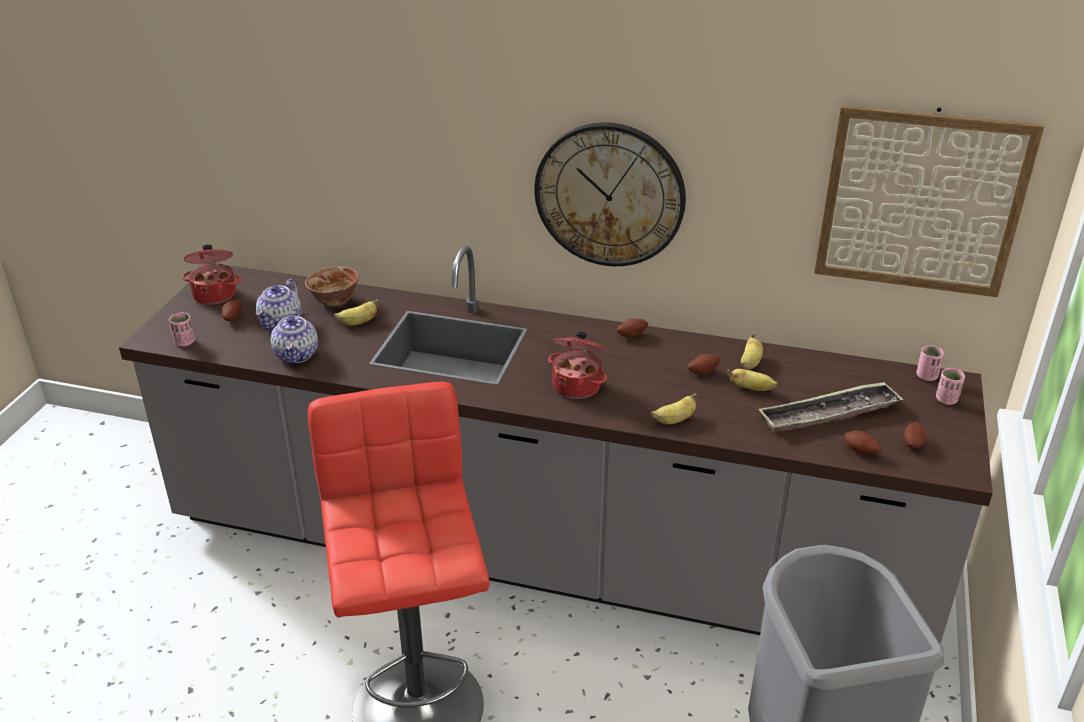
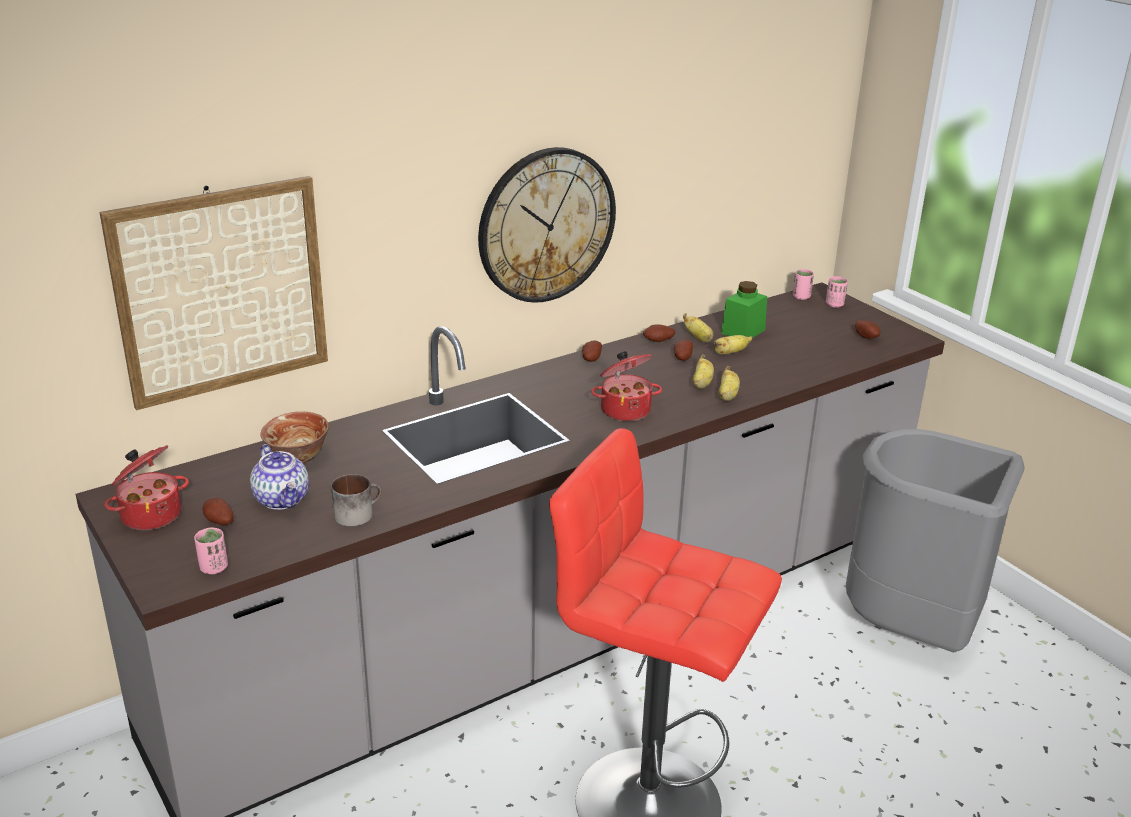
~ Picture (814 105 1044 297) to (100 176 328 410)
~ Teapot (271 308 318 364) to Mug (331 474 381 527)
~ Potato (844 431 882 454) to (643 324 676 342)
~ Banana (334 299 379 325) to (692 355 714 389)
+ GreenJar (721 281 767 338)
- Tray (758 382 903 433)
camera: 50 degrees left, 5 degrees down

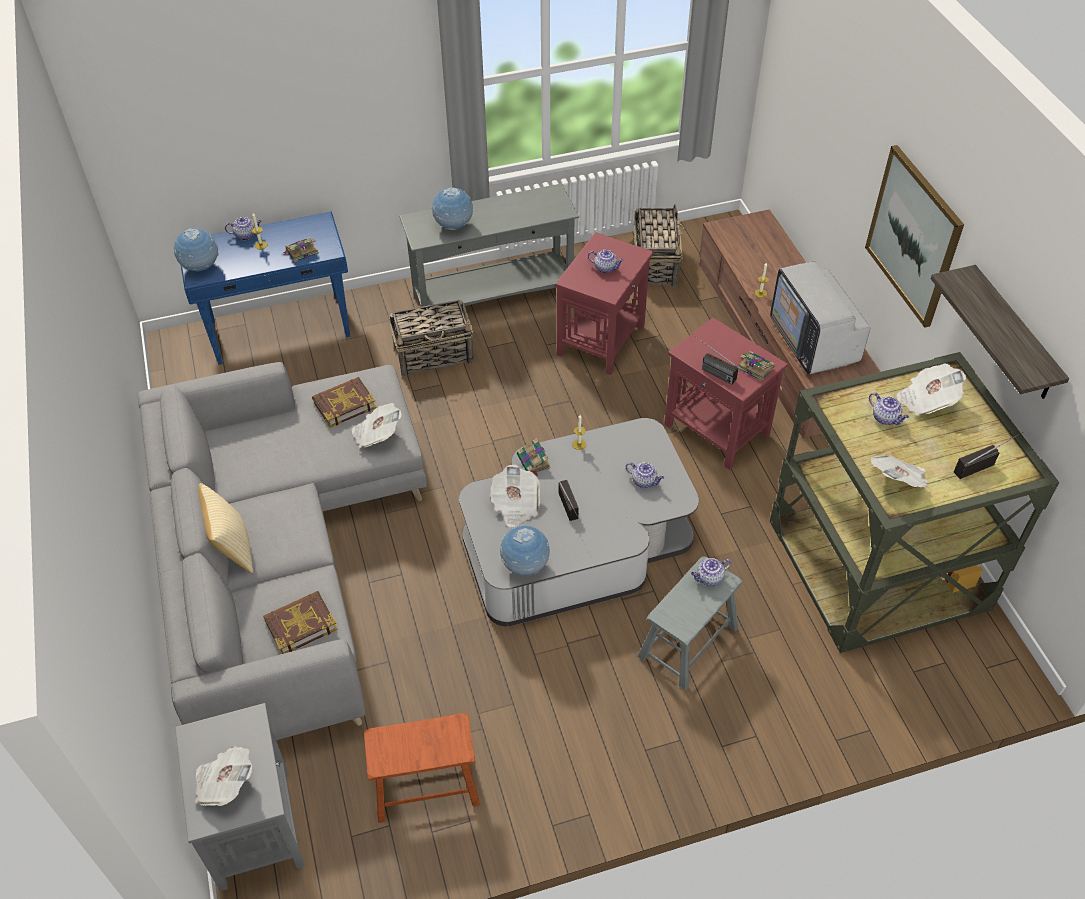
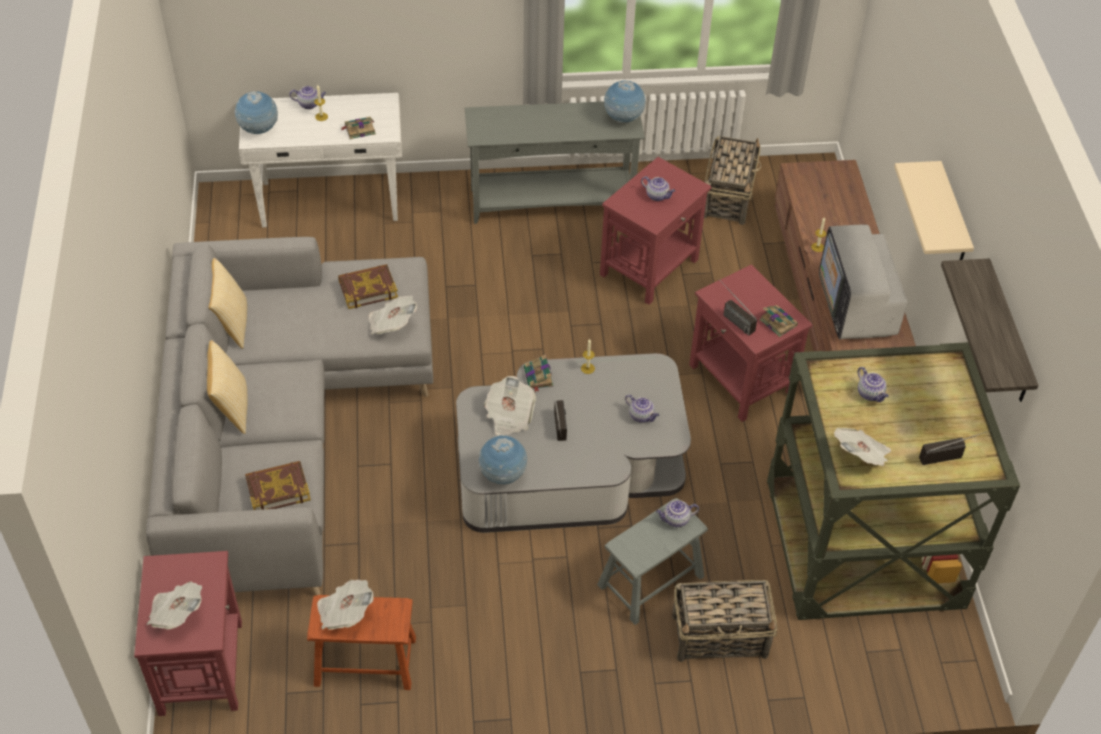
~ GreySideTable (175 703 304 891) to RedSideTable (134 551 242 716)
+ Pillow (209 258 247 349)
~ BlueConsoleTable (181 211 350 365) to WhiteConsoleTable (239 93 402 227)
~ Newspaper (896 364 966 416) to (317 580 374 630)
~ Globe (432 187 473 230) to (604 80 646 123)
~ Basket (389 300 475 377) to (672 580 777 662)
~ Picture (865 145 964 328) to BeigeShelf (894 161 974 260)
camera: 10 degrees right, 0 degrees up

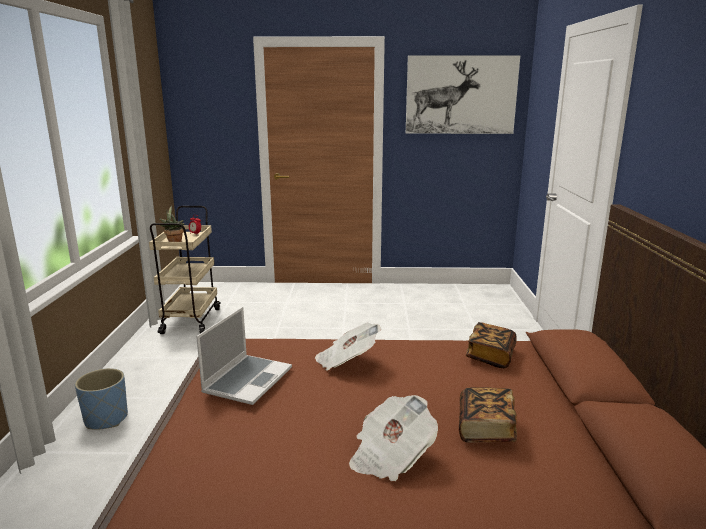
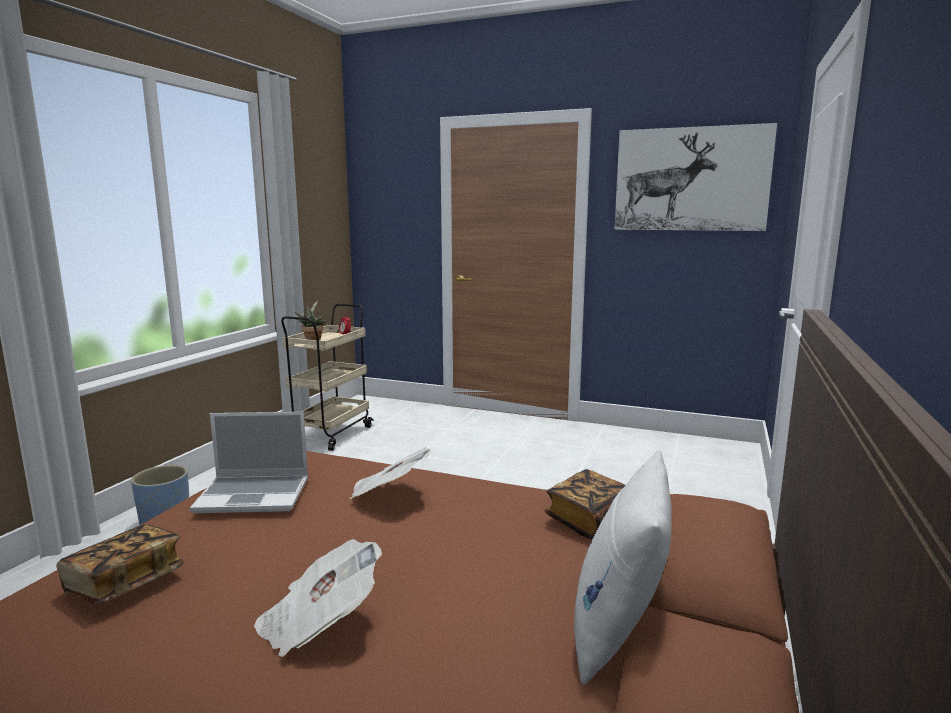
~ Book (459 387 517 443) to (56 524 184 605)
~ Laptop (196 307 292 405) = (190 412 308 513) 45 degrees clockwise
+ GreyPillow (574 450 672 685)
camera: 20 degrees right, 5 degrees down

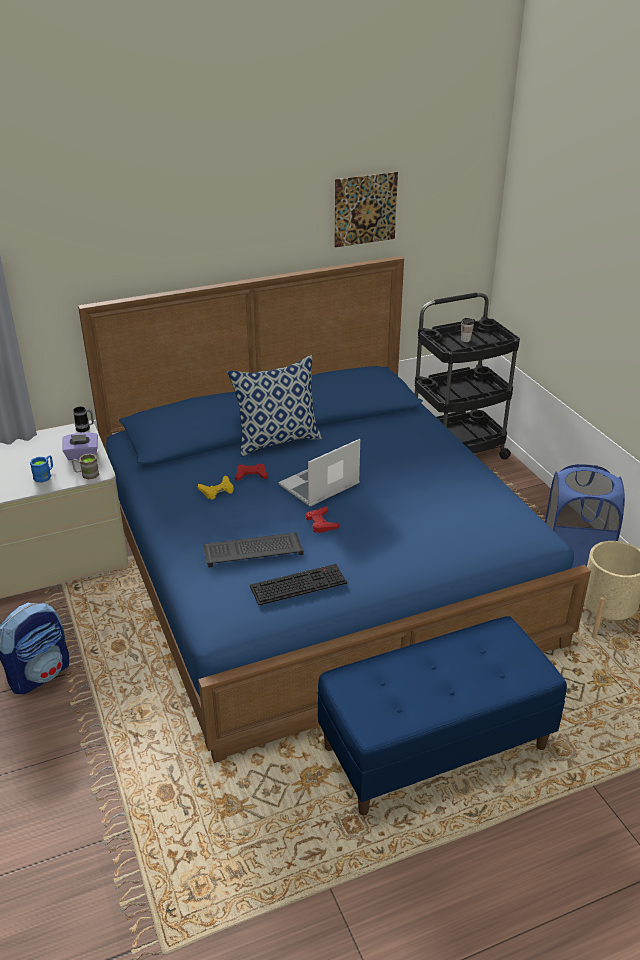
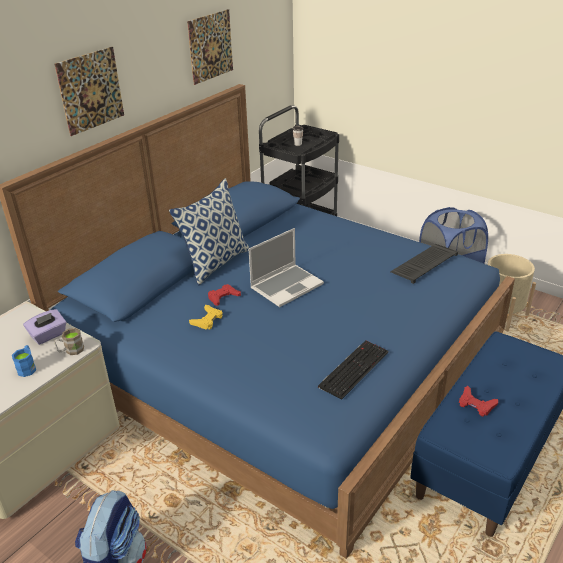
+ Picture (55 47 124 136)
~ Laptop (279 439 360 507) = (248 228 324 307) 150 degrees counterclockwise
~ Keyboard (203 532 304 567) to (390 244 458 284)
~ RedGameController (306 506 339 533) to (459 386 498 417)
- Mug (73 406 94 432)
camera: 30 degrees left, 0 degrees up

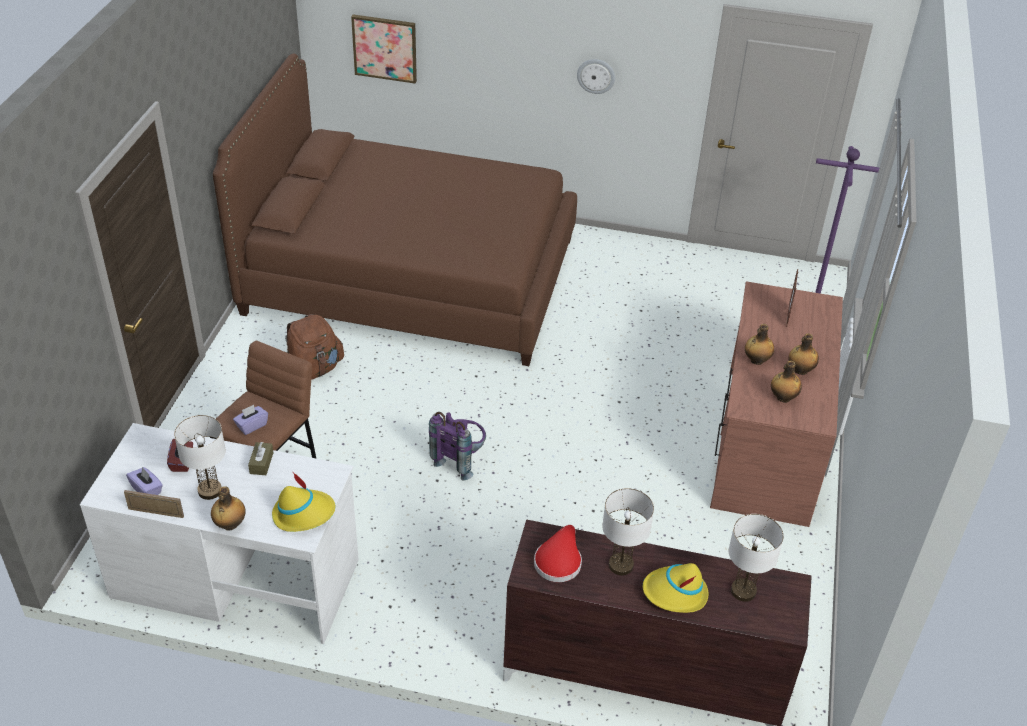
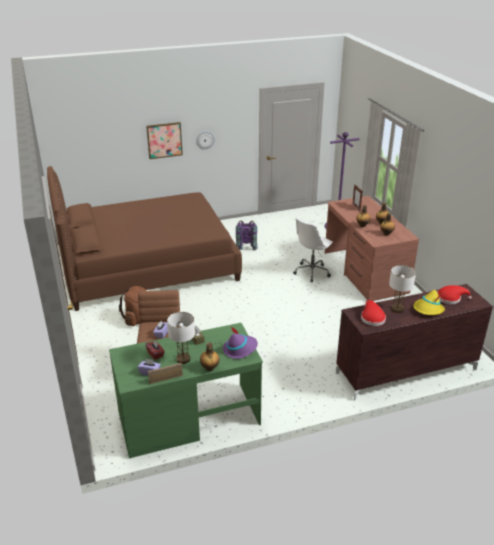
~ WhiteDesk (80 423 359 644) to GreenDesk (109 323 263 458)
~ Picture (351 14 417 83) to (146 122 183 159)
~ YellowHat (272 471 336 532) to PurpleHat (223 327 258 359)
~ PurpleBackpack (429 412 486 481) to (236 221 258 251)
+ WhiteOfficeChair (293 218 333 282)
~ TableLamp (729 514 784 602) to RedHat (437 285 472 304)
camera: 30 degrees left, 10 degrees down

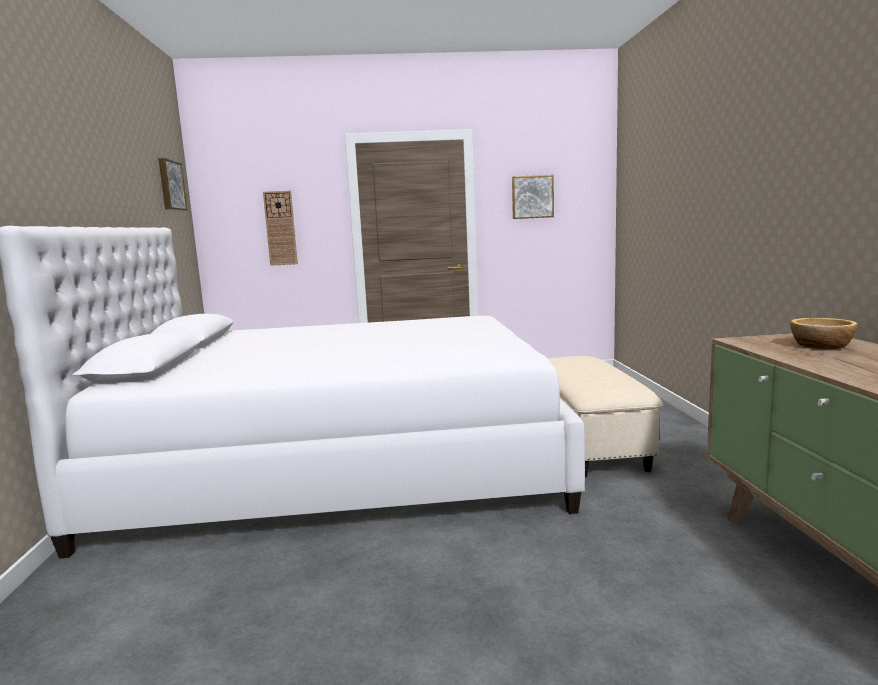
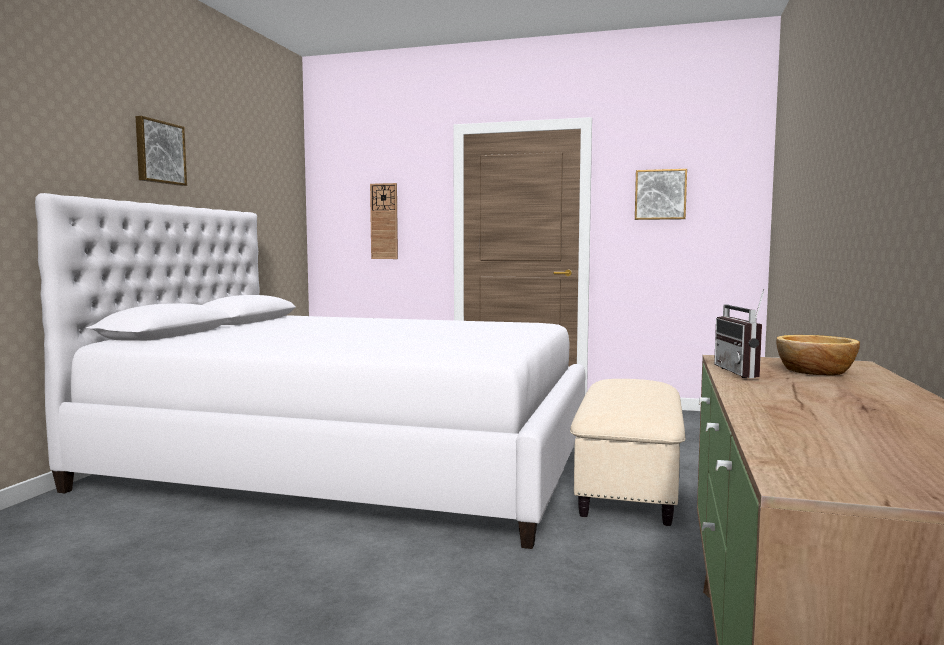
~ Picture (158 158 188 211) to (136 116 187 186)
+ Radio (714 289 764 378)
camera: 20 degrees right, 5 degrees down

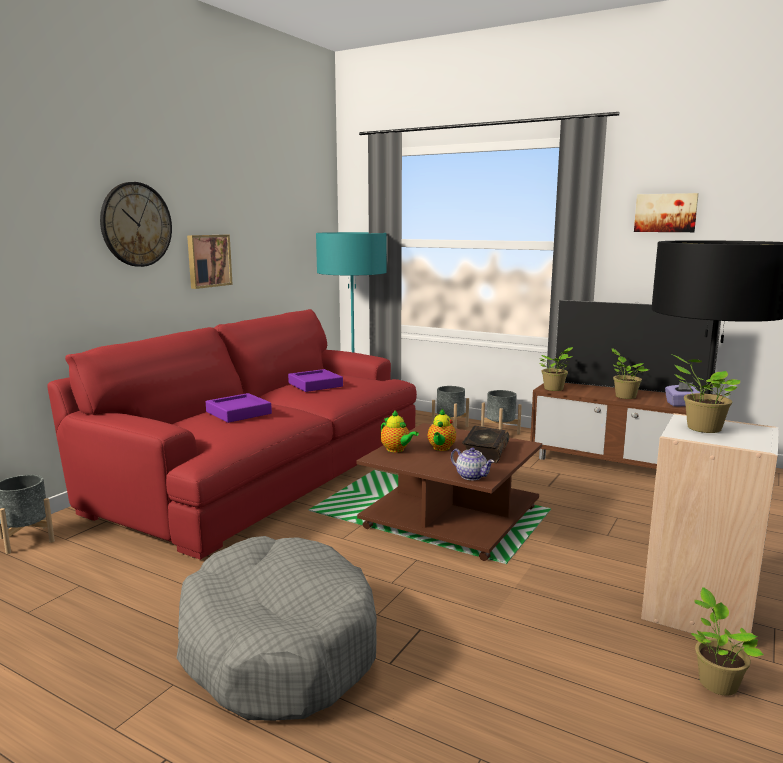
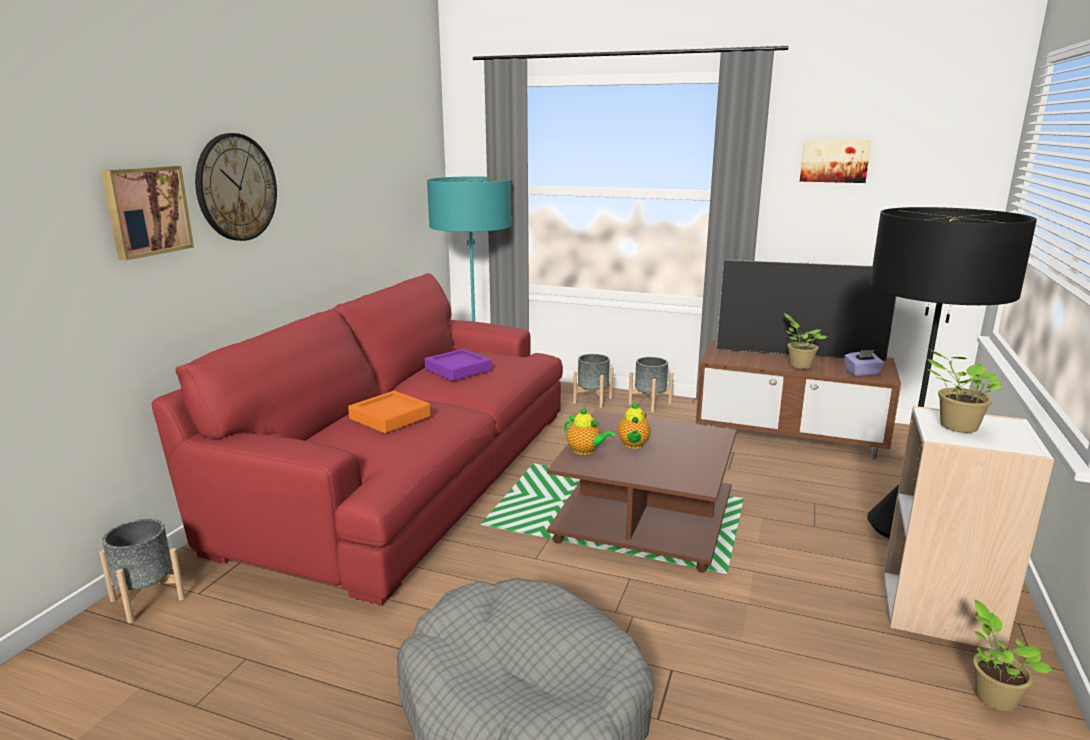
~ Picture (187 235 233 289) to (101 166 194 260)
~ PurpleTray (206 393 272 423) to OrangeTray (348 391 431 433)
- Teapot (451 448 494 480)
- Book (462 426 509 463)
- PottedPlant (539 347 573 391)
camera: 10 degrees left, 5 degrees up

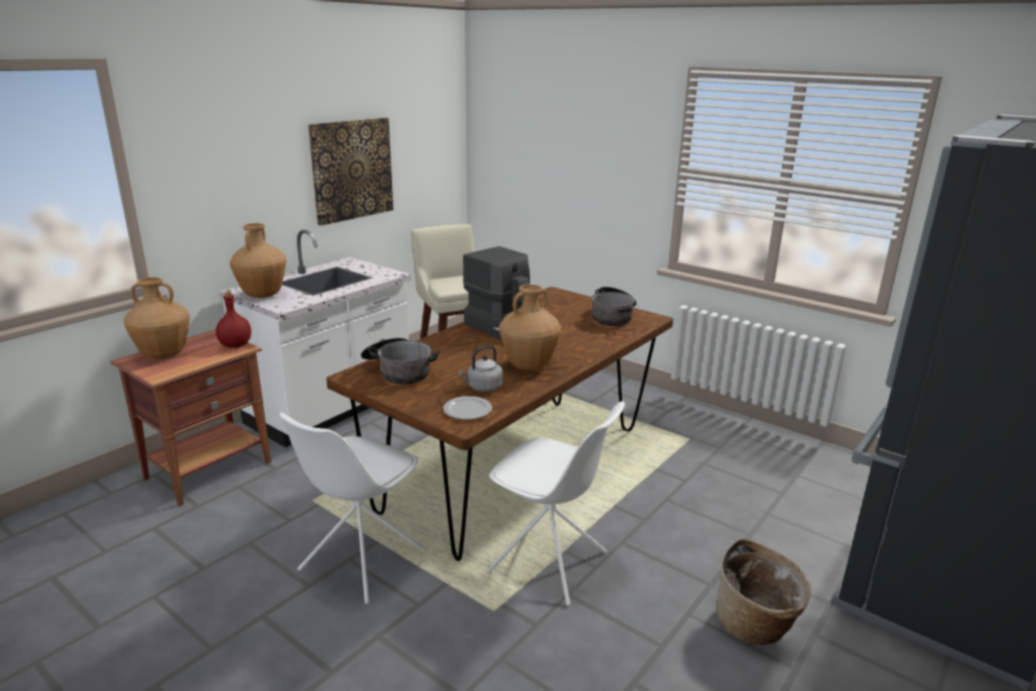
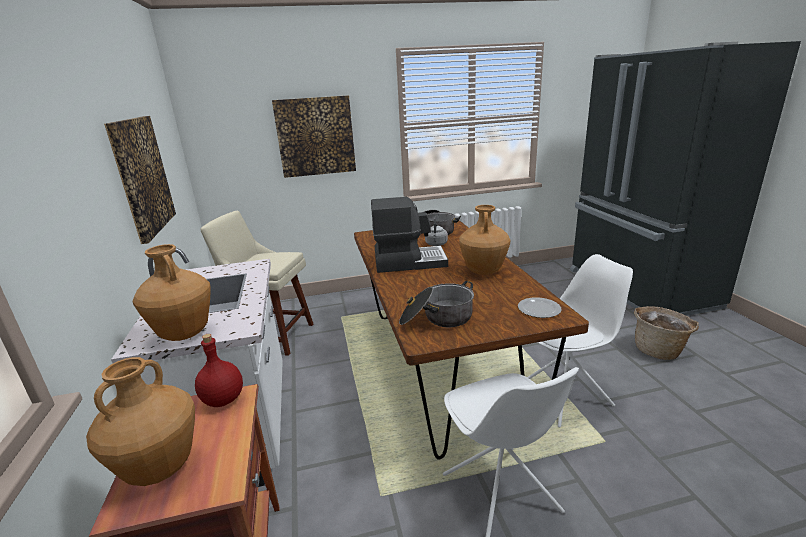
+ Picture (272 95 356 178)
~ GreyKettle (459 345 503 392) to (425 216 448 246)
camera: 50 degrees left, 0 degrees up

